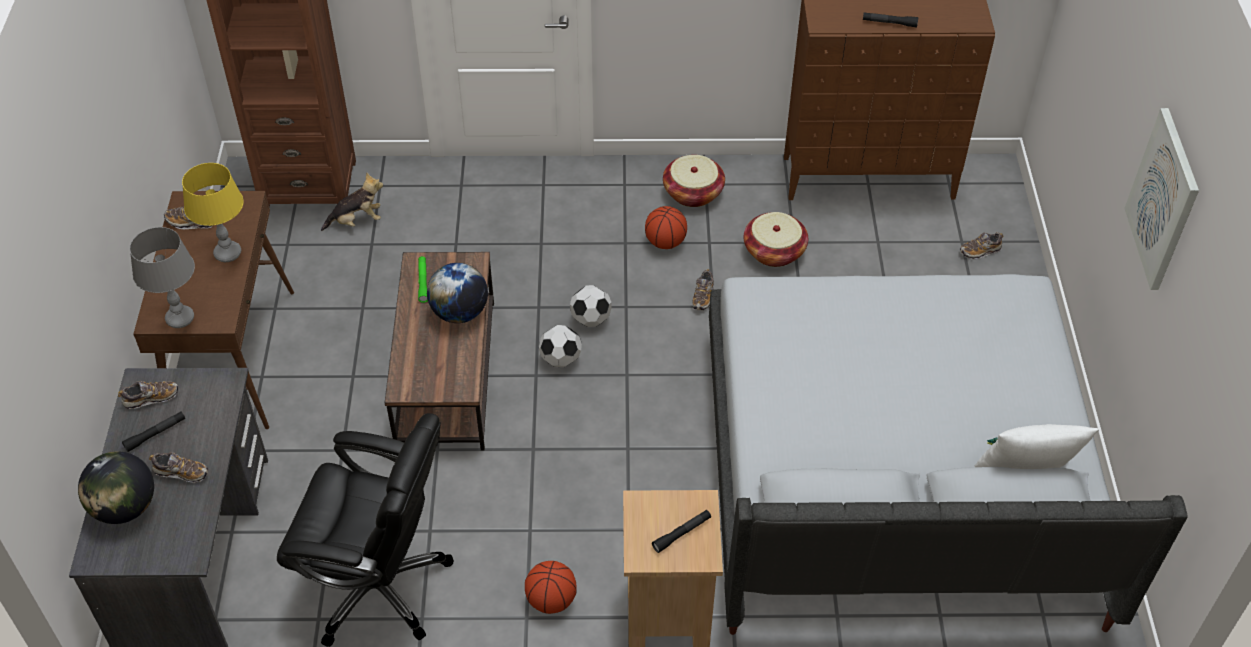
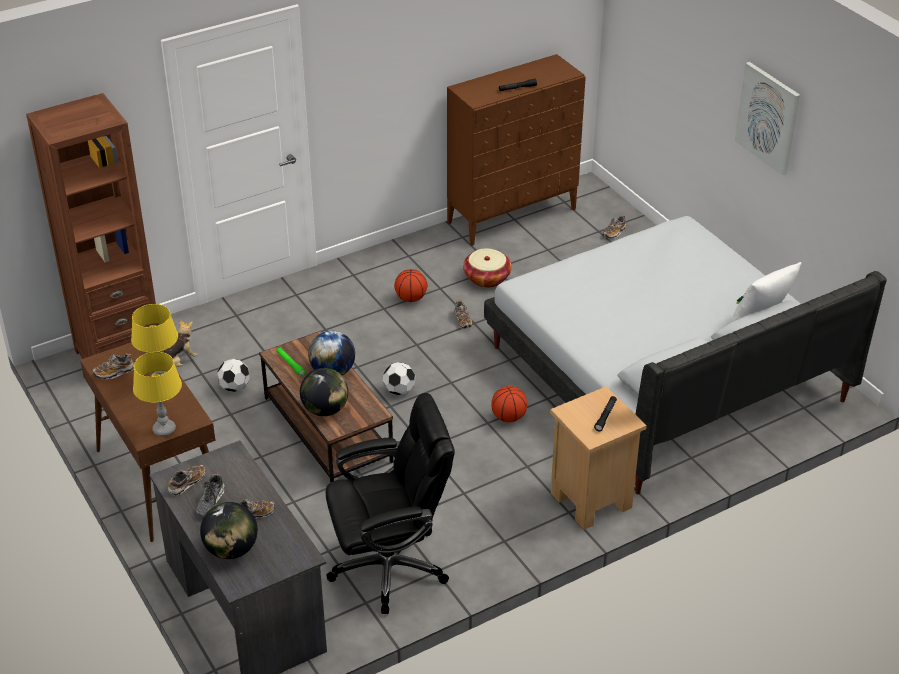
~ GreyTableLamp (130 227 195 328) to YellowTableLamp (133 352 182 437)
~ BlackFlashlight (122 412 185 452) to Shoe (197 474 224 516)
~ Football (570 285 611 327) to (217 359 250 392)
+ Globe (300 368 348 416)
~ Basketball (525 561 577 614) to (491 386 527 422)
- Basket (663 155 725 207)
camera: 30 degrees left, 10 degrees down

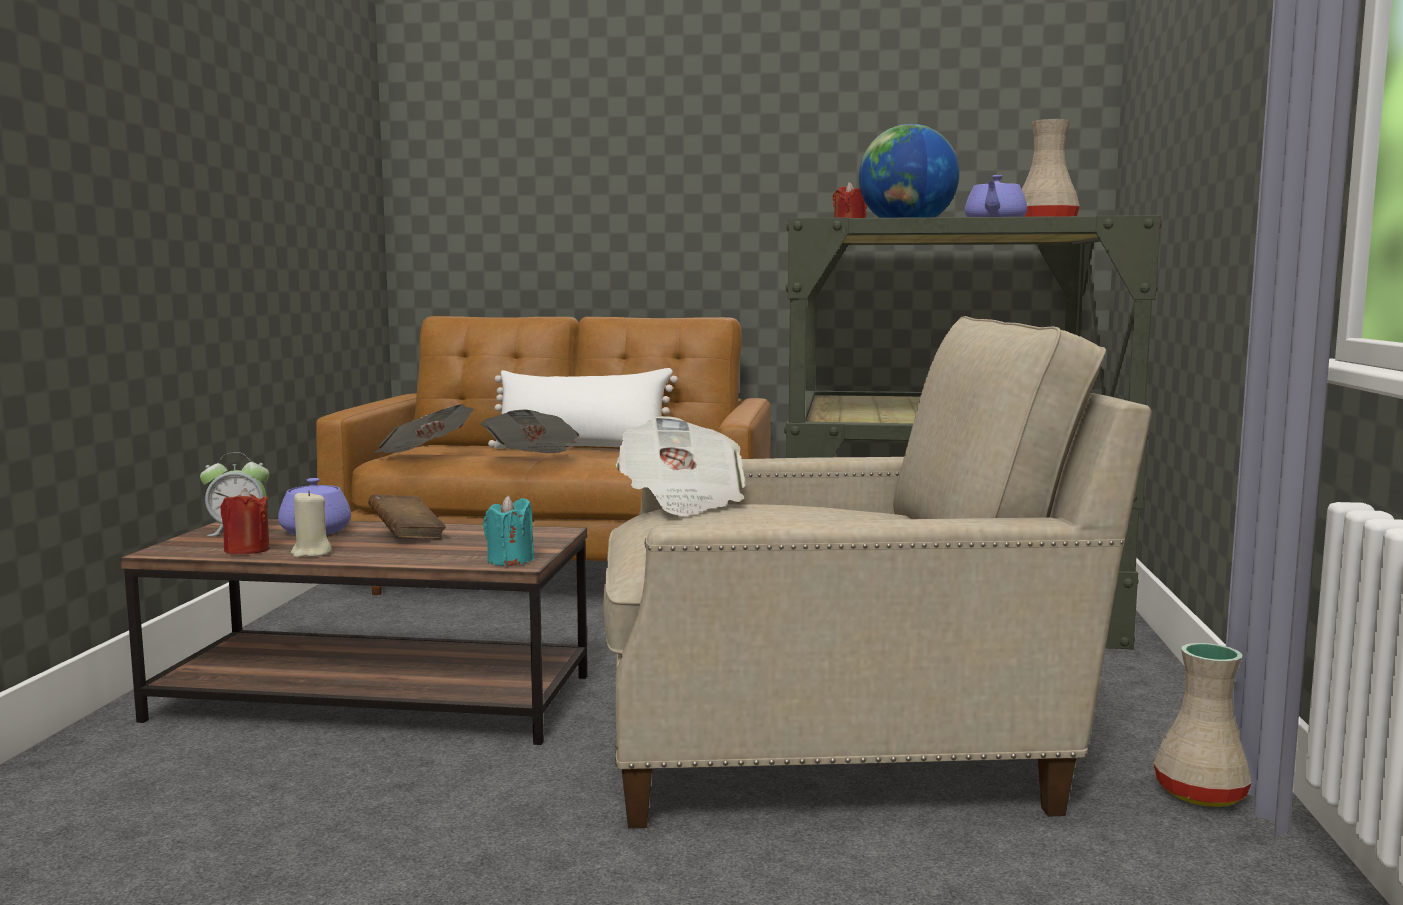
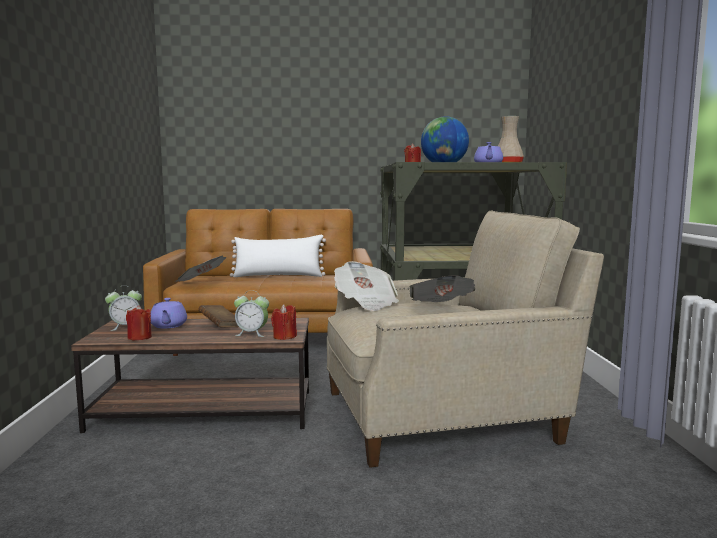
+ AlarmClock (234 290 269 337)
~ TurquoiseCandle (483 495 534 566) to RedCandle (271 304 297 340)
~ Newspaper (481 410 579 453) to (410 275 476 302)
- BeigeCandle (291 490 332 558)
- BeigeVase (1154 643 1252 807)
camera: 10 degrees left, 0 degrees up

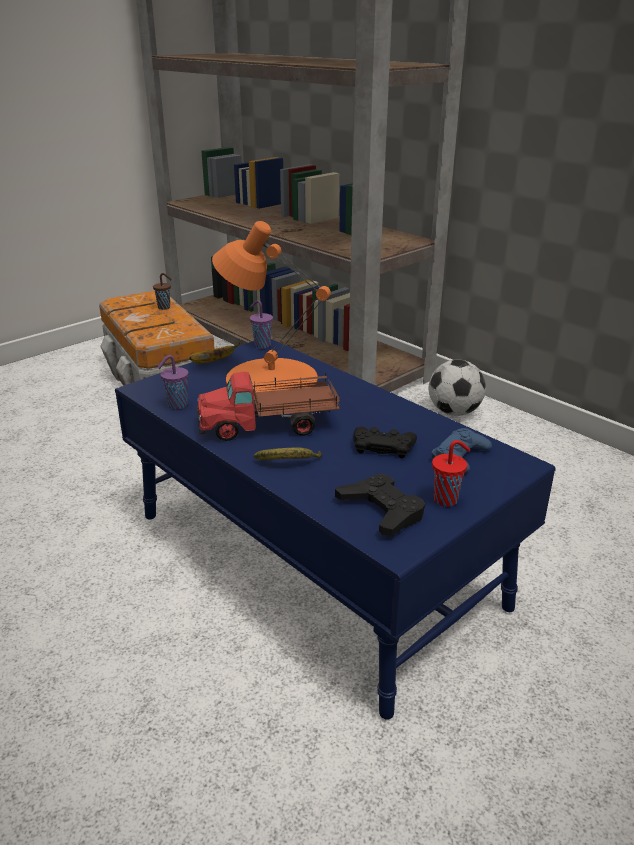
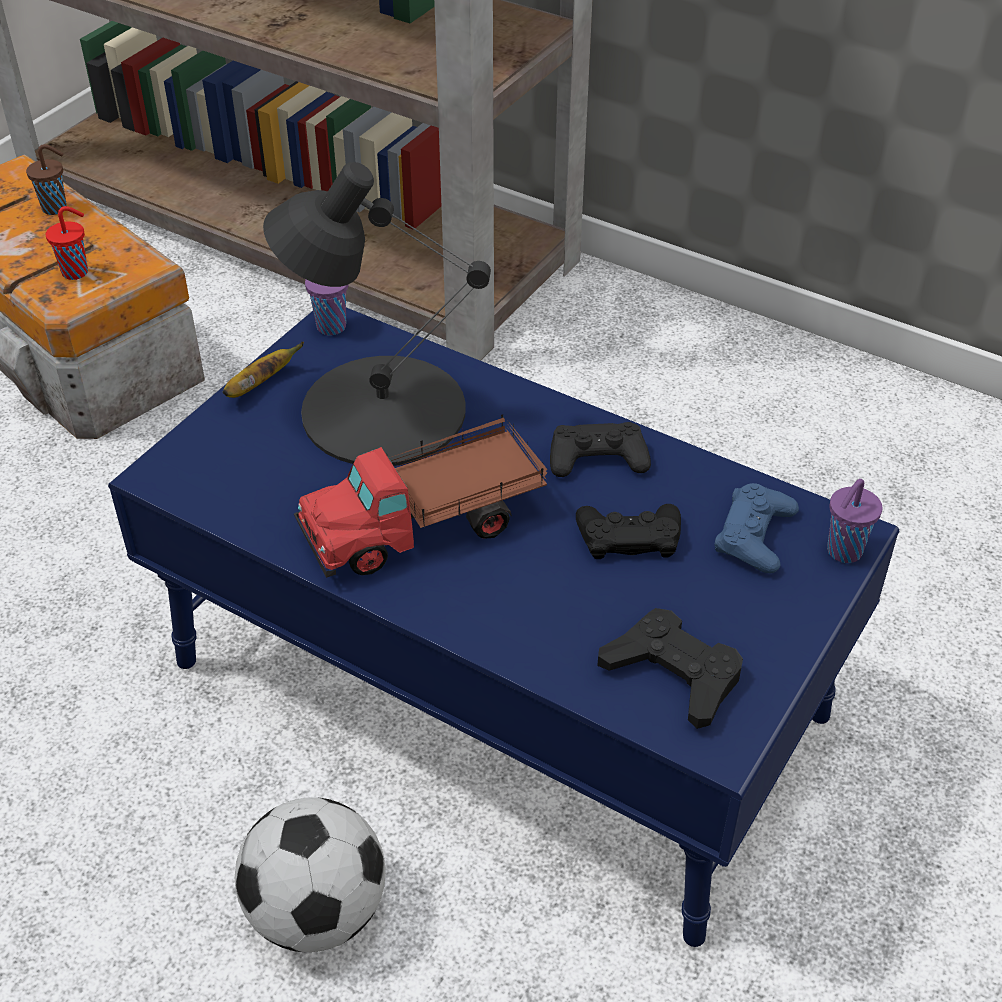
~ RedCup (432 440 470 507) to (45 206 88 280)
~ Football (429 360 486 416) to (235 797 386 952)
~ OrangeTableLamp (212 221 331 392) to BlackTableLamp (263 162 491 466)
+ BlackGameController (550 422 651 477)
~ PurpleCup (157 355 189 409) to (827 479 882 563)
- Banana (254 448 322 460)
camera: 15 degrees left, 15 degrees up

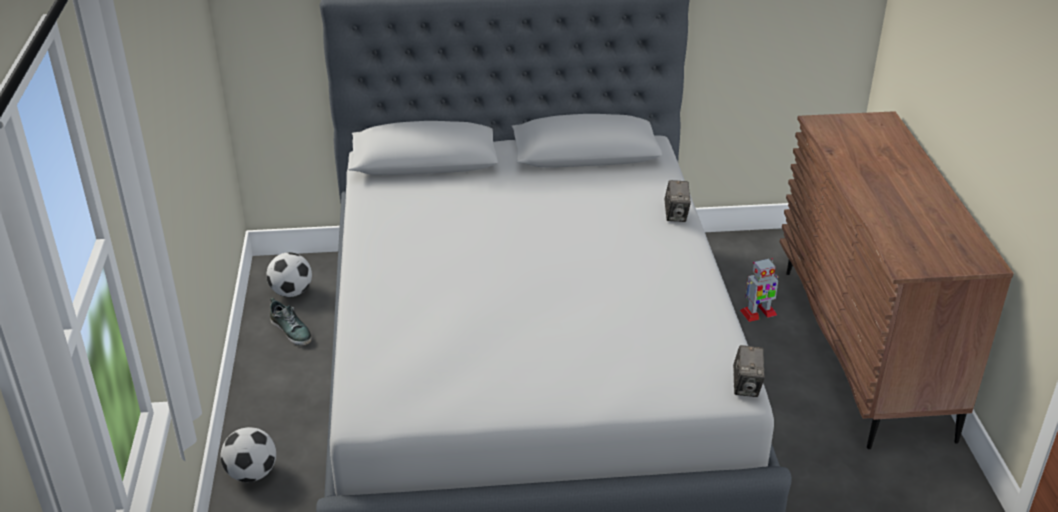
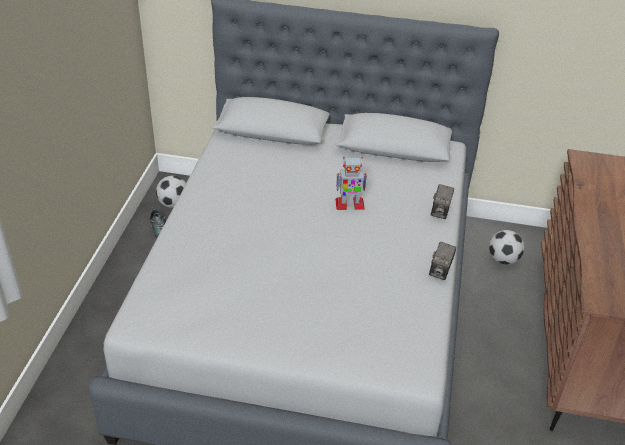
~ ToyRobot (740 258 778 322) to (335 157 367 210)
~ PhotoCamera (733 345 765 397) to (429 242 456 280)
~ Football (221 427 276 482) to (489 230 525 265)
camera: 15 degrees right, 5 degrees up

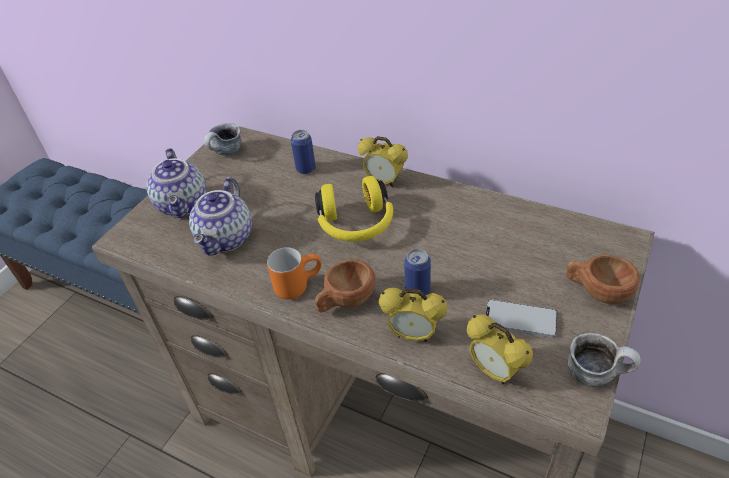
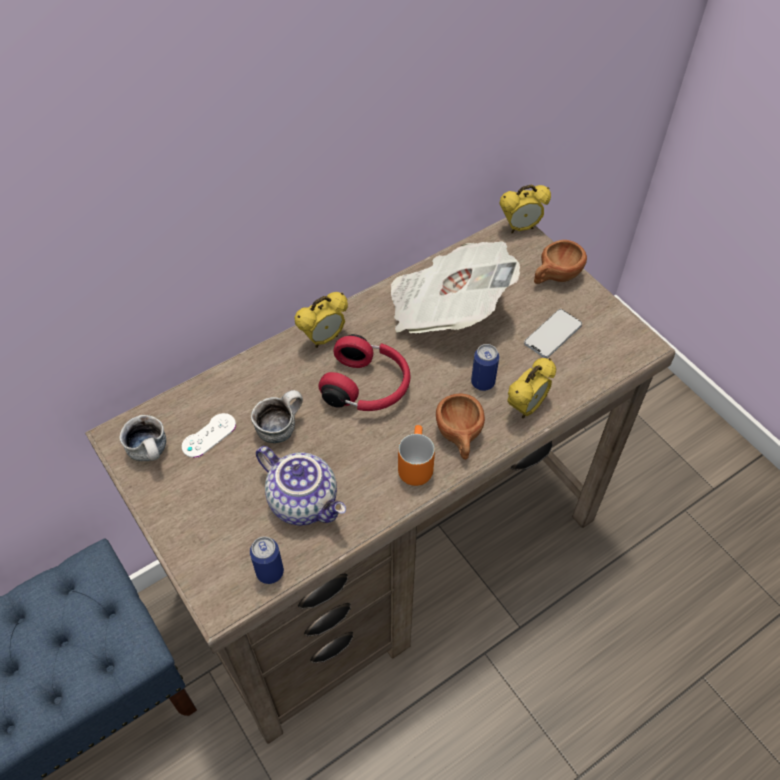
+ WhiteGameController (182 413 236 458)
~ Can (291 130 316 174) to (250 537 284 584)
~ Mug (568 333 641 387) to (251 390 303 443)
~ YellowHeadphones (315 176 393 242) to RedHeadphones (319 334 411 411)
+ Newspaper (391 241 520 333)
~ AlarmClock (467 314 533 384) to (500 184 551 233)
- Teapot (146 148 207 218)
camera: 65 degrees left, 10 degrees up

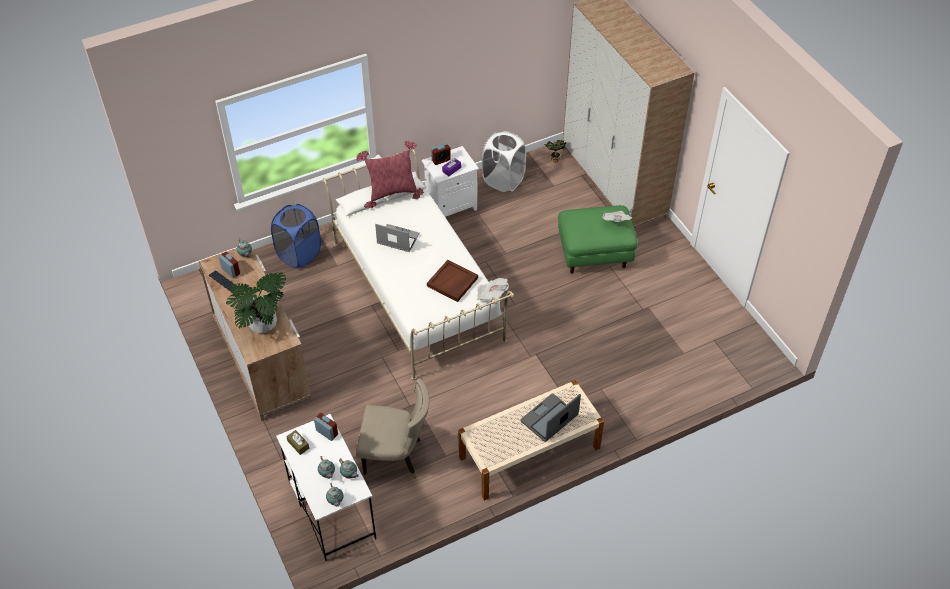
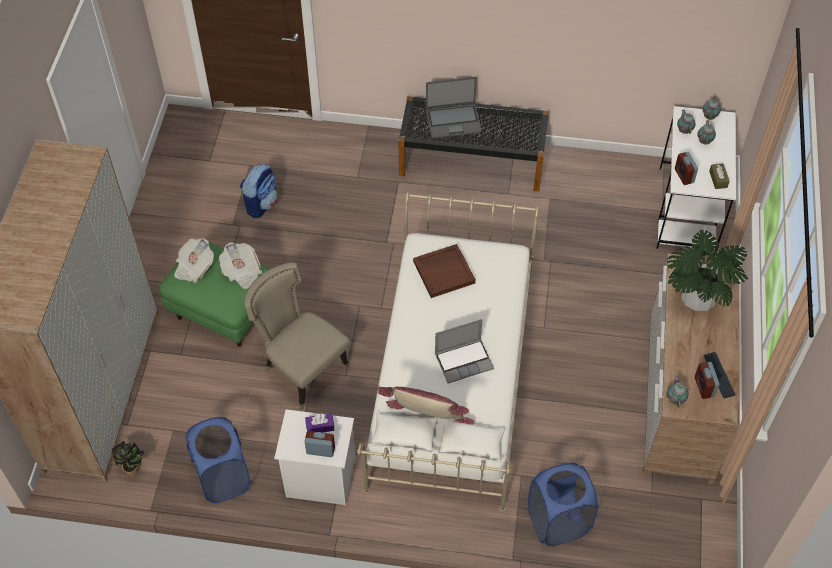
~ WhiteLaundryBasket (482 131 526 192) to BlueLaundryBasket (185 417 251 503)
~ Newspaper (477 278 509 301) to (219 242 262 289)
+ Backpack (240 164 278 218)
~ BeigeChair (356 378 430 480) to (245 262 351 411)
~ BeigeBench (458 380 604 501) to BlackBench (398 96 549 192)
~ Laptop (375 224 420 252) = (435 319 494 383) 75 degrees counterclockwise
camera: 145 degrees left, 5 degrees up

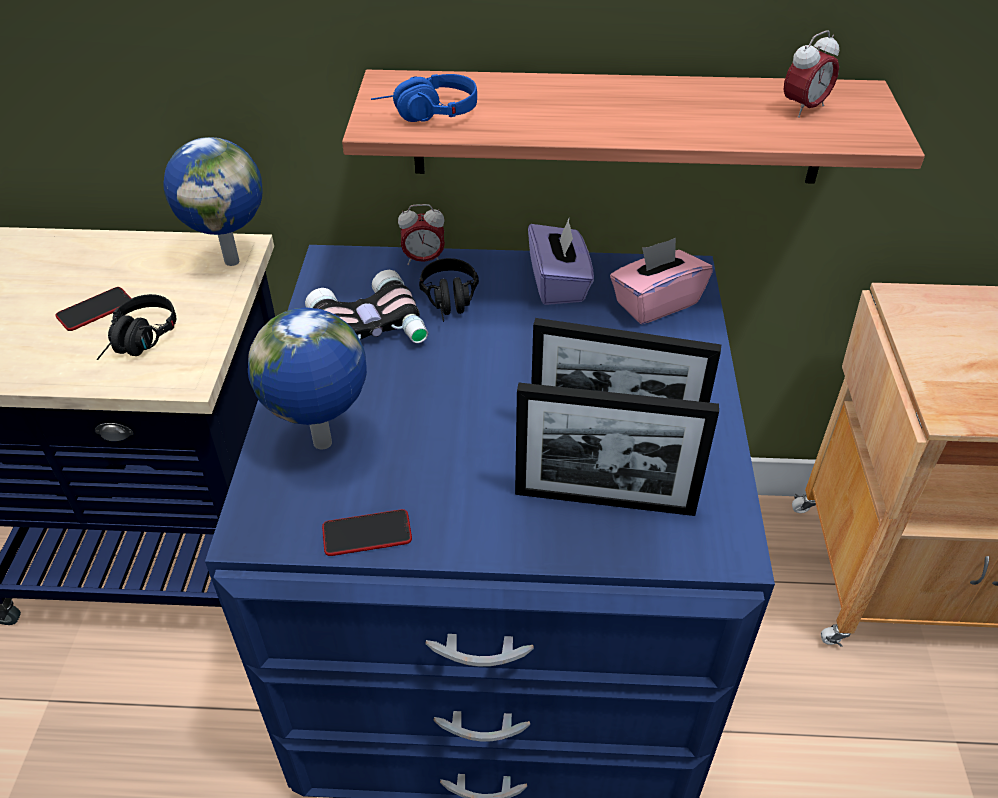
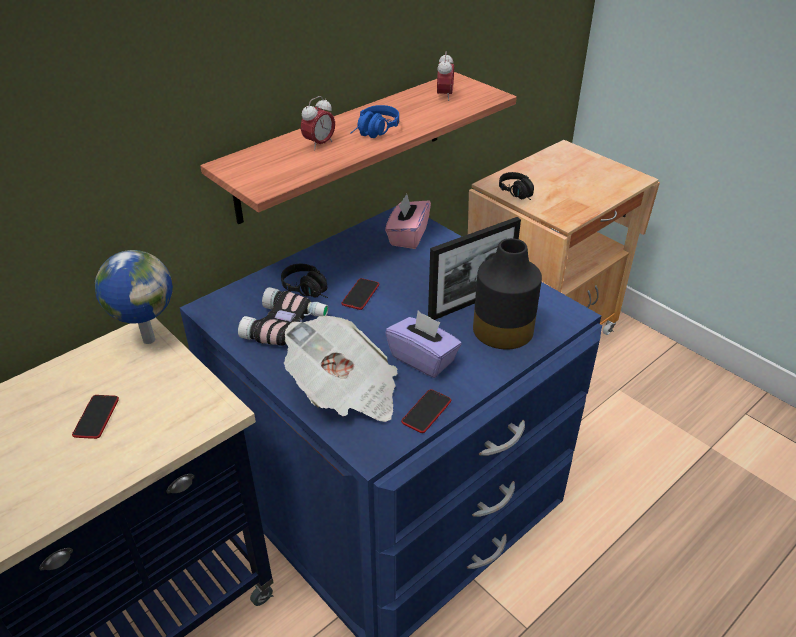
~ Globe (248 308 367 449) to Newspaper (284 316 398 422)
~ AlarmClock (398 204 445 265) to (301 96 335 151)
+ Phone (341 278 379 310)
~ BlueHeadphones (371 74 477 122) to (350 105 399 138)
~ PurpleTissueBox (528 219 594 305) to (385 311 462 378)
~ PictureFrame (515 383 719 516) to BlackVase (473 238 542 350)
~ BlackHeadphones (97 294 176 360) to (499 172 534 200)
camera: 45 degrees left, 5 degrees down

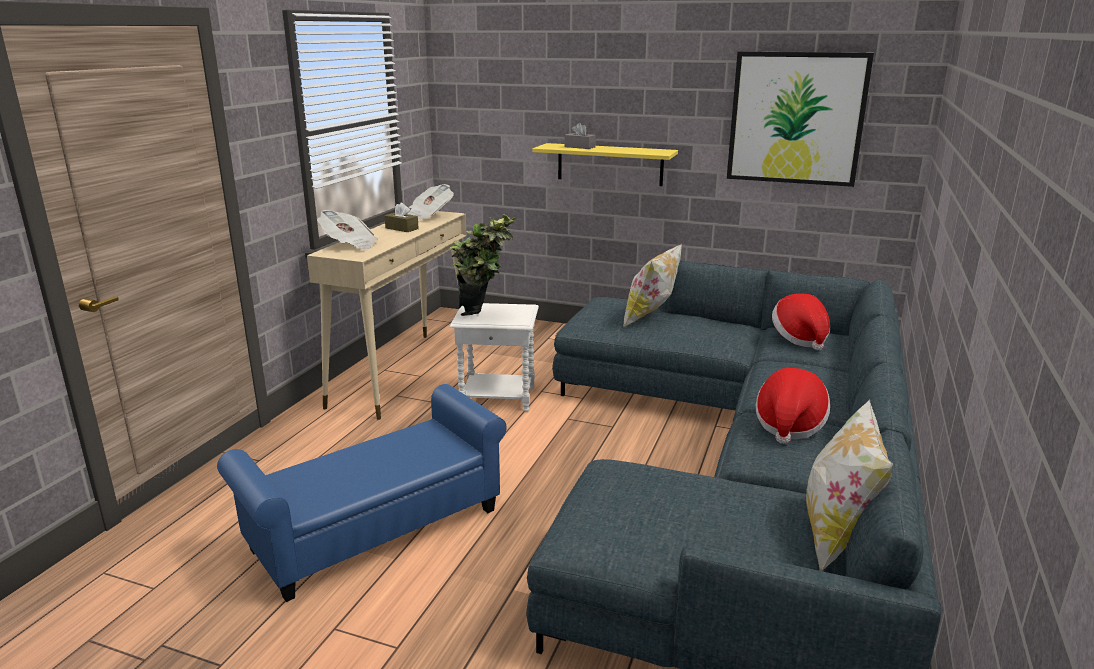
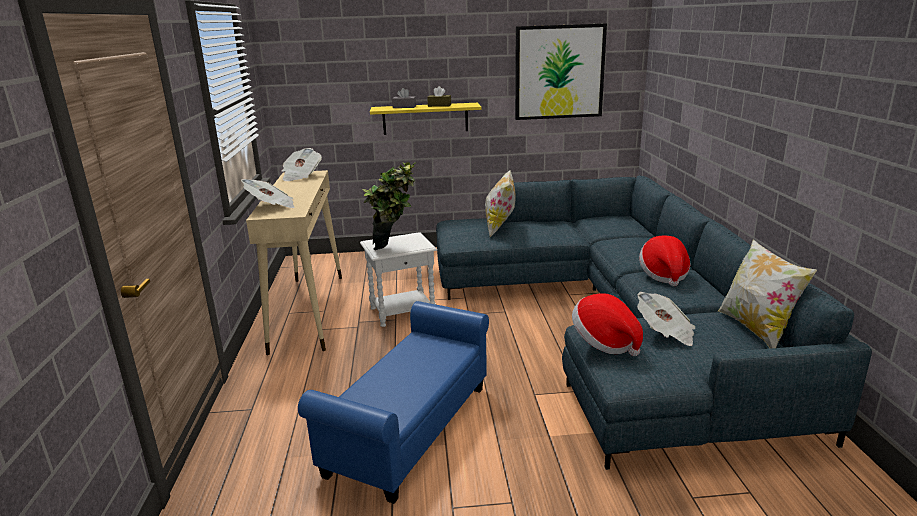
~ BrownTissueBox (384 203 419 232) to (427 86 451 107)
~ Hat (772 293 830 350) to (572 293 643 356)
+ Newspaper (637 292 695 346)
camera: 25 degrees left, 0 degrees up

